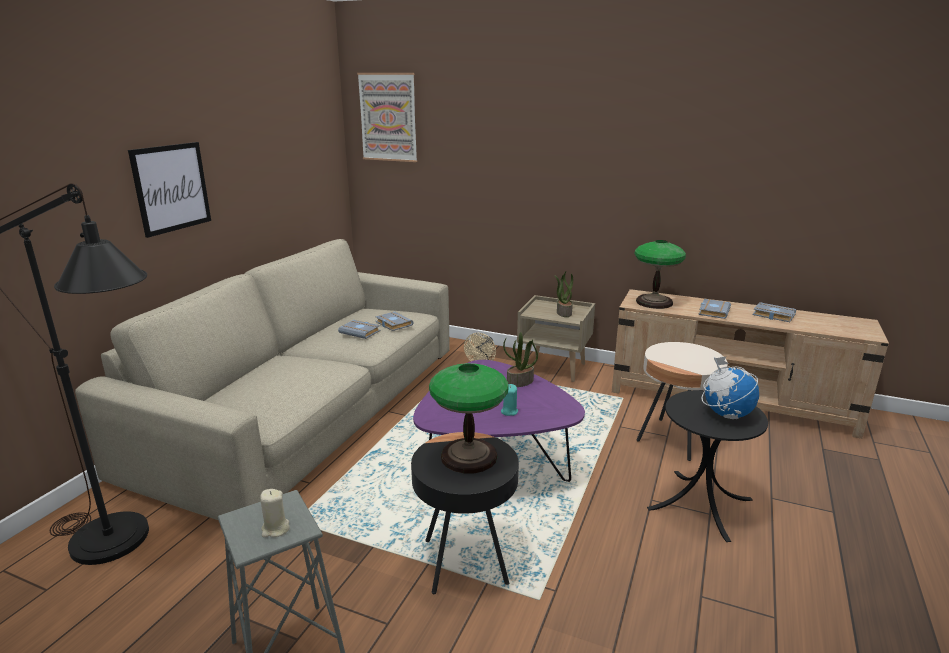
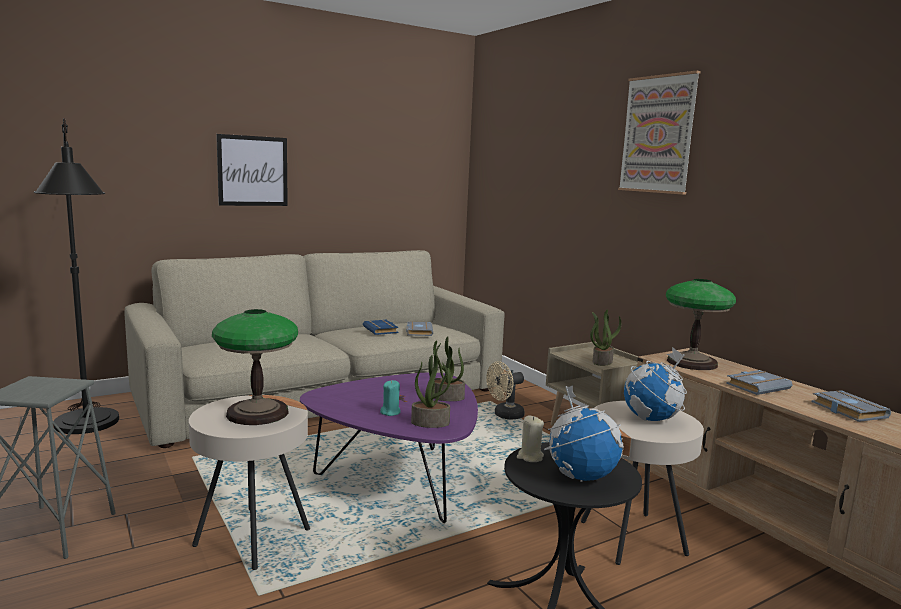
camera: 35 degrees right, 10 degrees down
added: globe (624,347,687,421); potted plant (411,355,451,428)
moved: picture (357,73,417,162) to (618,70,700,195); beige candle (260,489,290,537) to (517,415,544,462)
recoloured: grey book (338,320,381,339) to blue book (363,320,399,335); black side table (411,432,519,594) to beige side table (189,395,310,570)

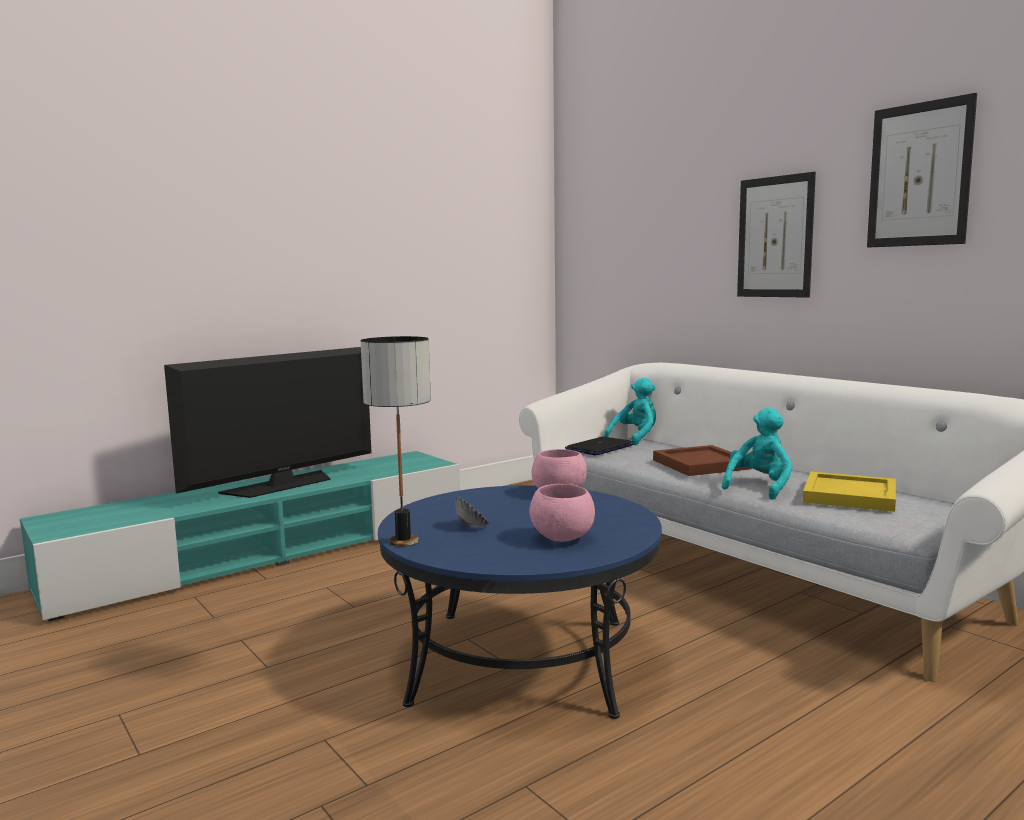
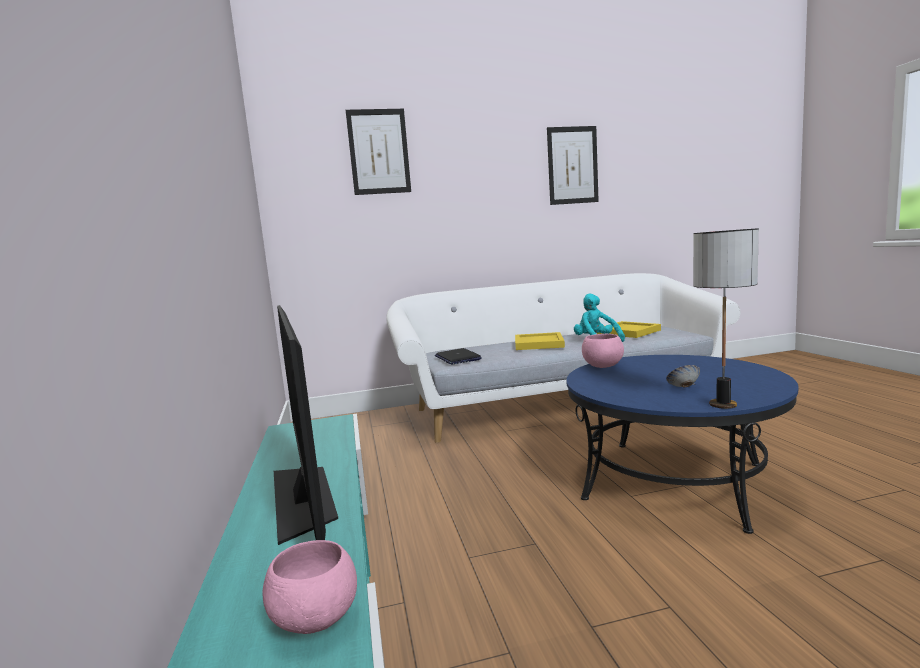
camera: 65 degrees left, 0 degrees up
removed: turquoise plush toy (604,378,656,445)
moved: picture (737,172,816,298) to (346,109,411,195); pink bowl (529,484,595,542) to (263,540,357,634)
recoloured: brown tray (653,445,751,476) to yellow tray (515,332,565,350)

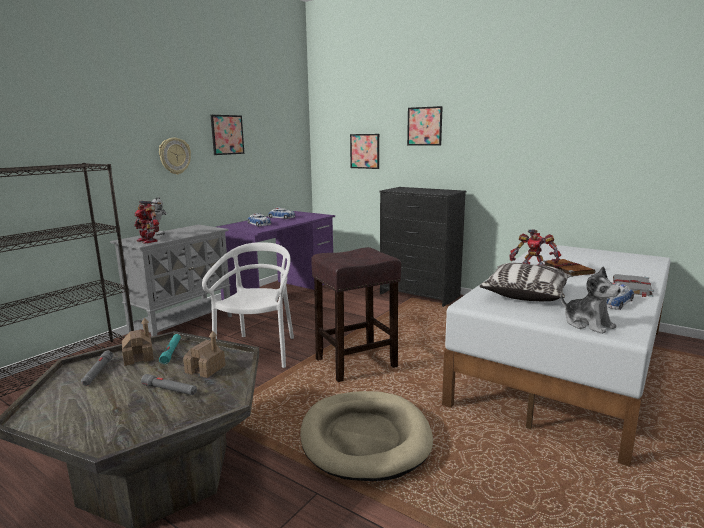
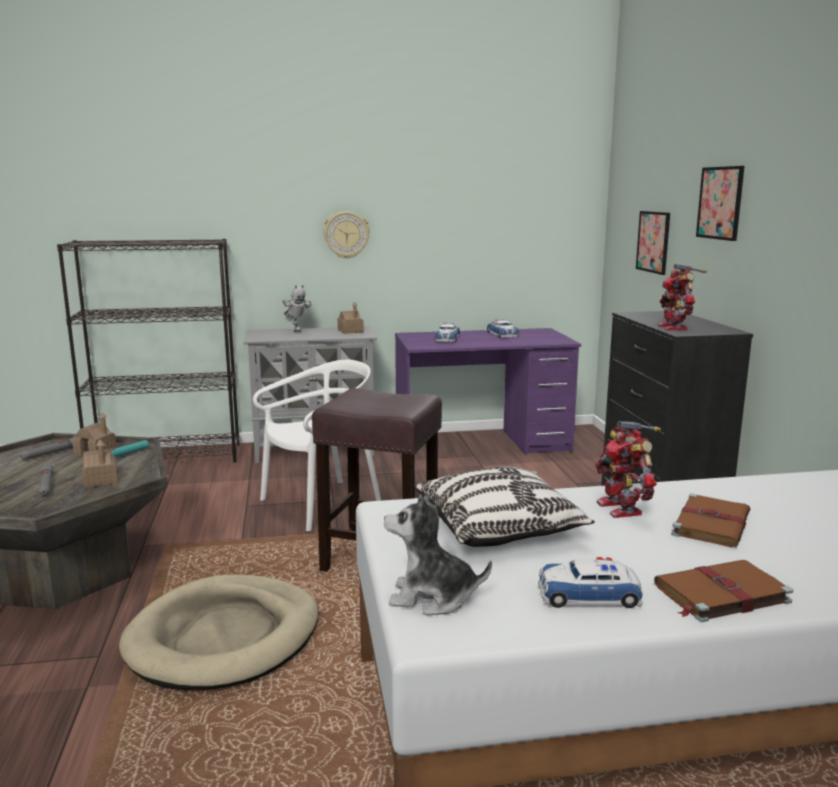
camera: 45 degrees right, 0 degrees up
removed: picture (211,115,244,155)
added: toy house (338,301,364,334)
moved: toy robot (134,201,161,244) to (658,264,707,330)
recoloured: grey book (613,274,654,297) to brown book (654,560,793,622)
turned: plush toy (561,266,621,334) = (384,493,492,615) 90 degrees clockwise

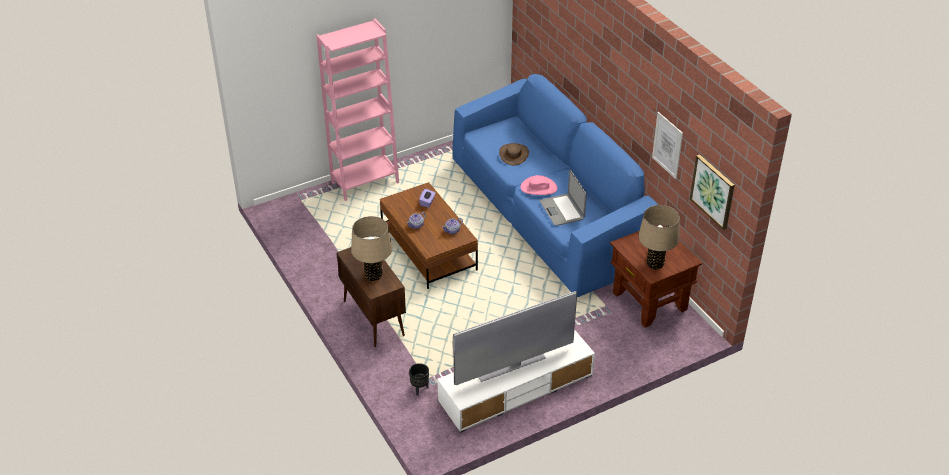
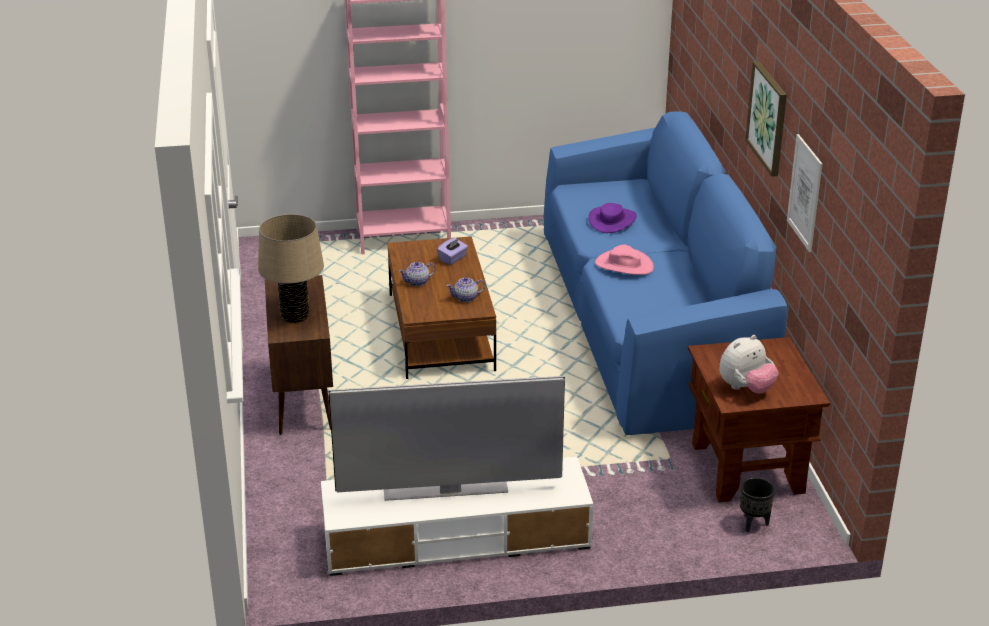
camera: 20 degrees right, 10 degrees down
removed: laptop (540,170,587,226)
moved: picture (690,154,735,230) to (745,61,787,177); black planter (409,363,429,396) to (740,478,775,532)
replaced: beige table lamp (638,205,680,270) to plush toy (719,335,779,394)
recoloured: brown hat (499,143,529,166) to purple hat (588,203,637,233)

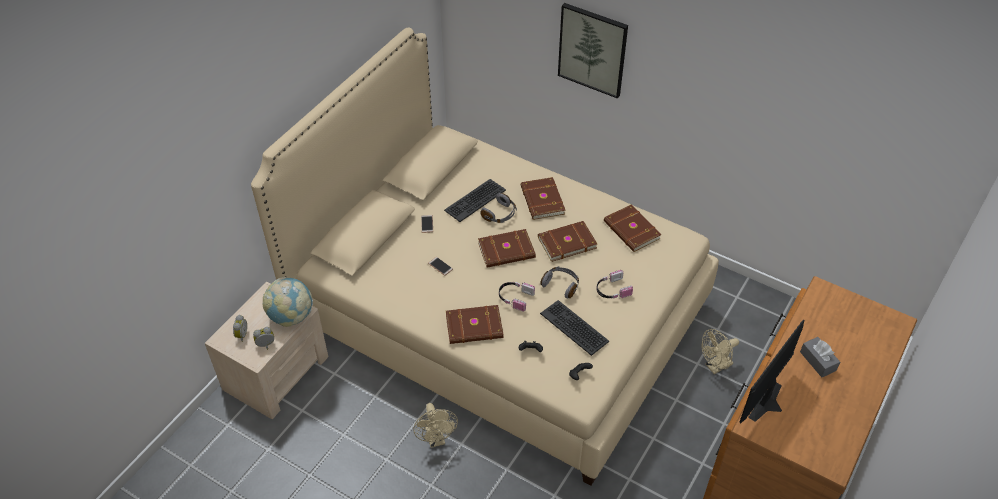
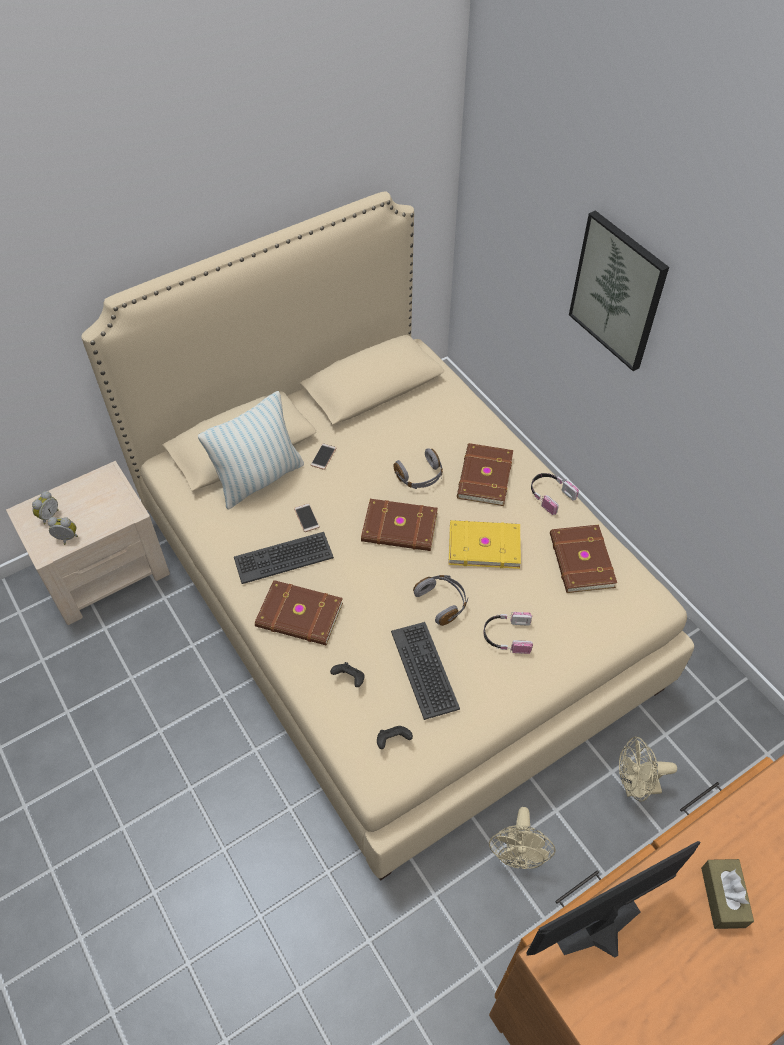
camera: 25 degrees right, 5 degrees up
removed: globe (263,277,313,327)
added: pillow (198,391,304,510)
moved: keyboard (444,179,506,222) to (234,532,334,584); headphones (499,282,535,312) to (531,473,579,515); beige fan (413,403,458,448) to (489,807,556,869)
recoloured: brown book (538,221,597,262) to yellow book (448,520,521,569); grey tissue box (800,337,840,377) to brown tissue box (701,859,754,929)

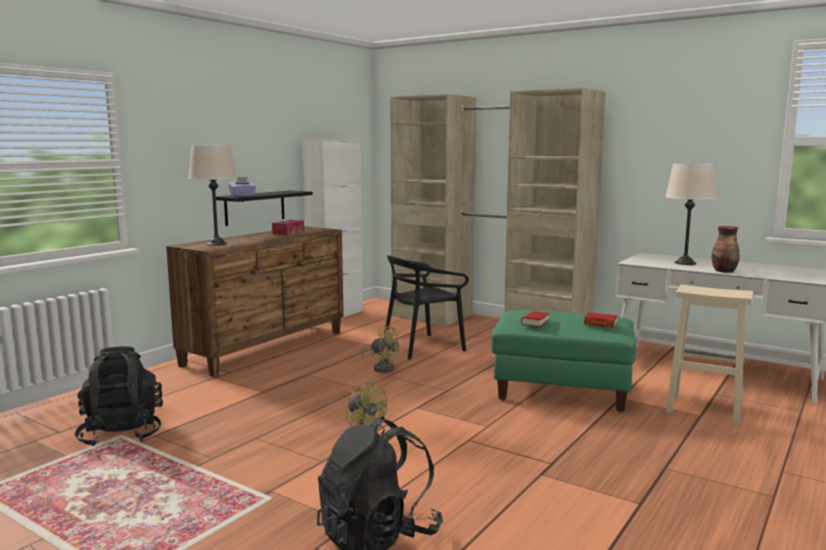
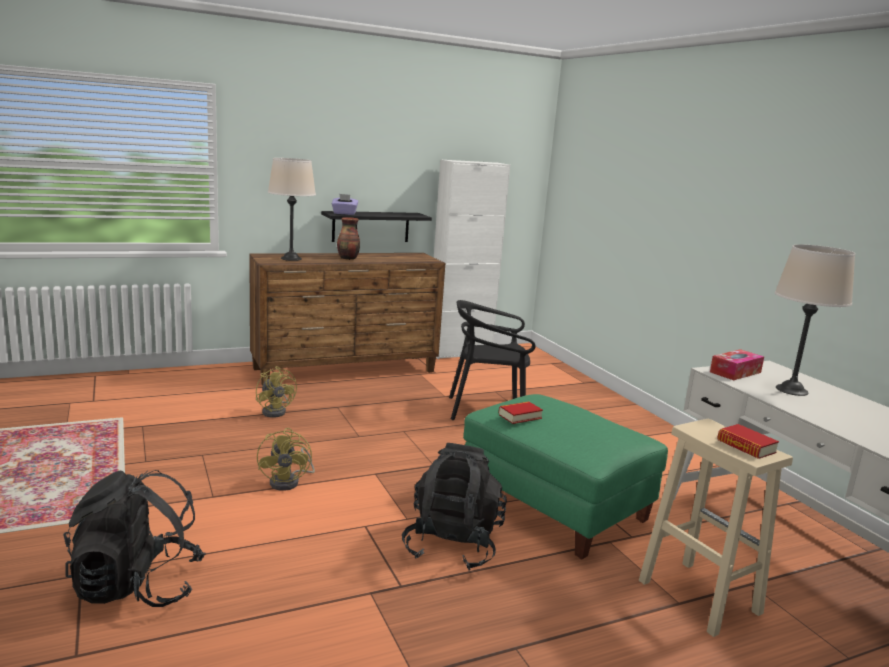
camera: 30 degrees right, 5 degrees up
removed: beige wardrobe (390,88,606,326)
moved: tissue box (272,220,304,235) to (710,349,764,380); vase (711,226,740,272) to (337,217,360,260); book (584,312,618,328) to (717,424,779,459); yellow fan (361,325,399,373) to (256,366,297,417); black backpack (74,346,163,447) to (402,443,507,570)

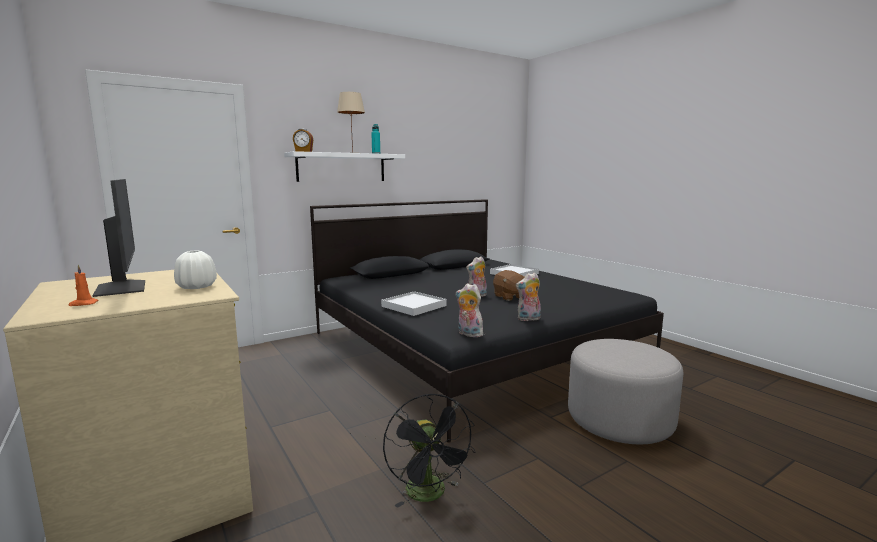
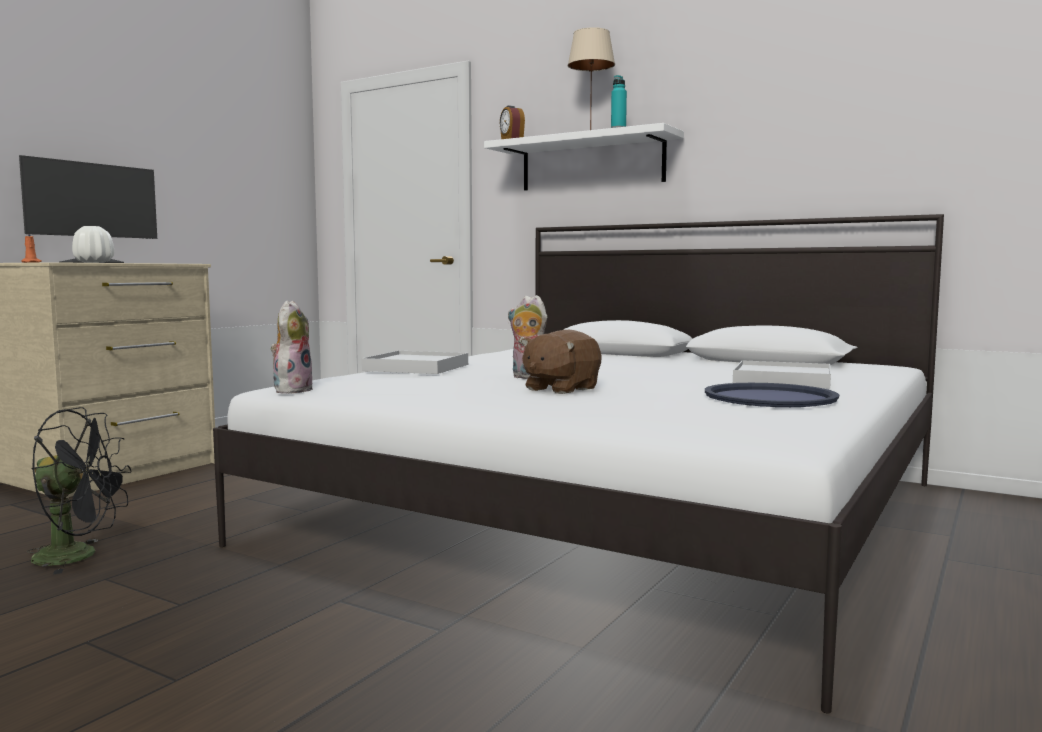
camera: 65 degrees right, 5 degrees down
removed: plush toy (516,272,541,321); grey ottoman (568,339,683,444)
added: blue tray (705,383,839,407)
recoloured: black bed (310,199,664,443) to white bed (213,214,944,713)
turned: black fan (383,394,476,508) = (27,407,132,575) 135 degrees counterclockwise

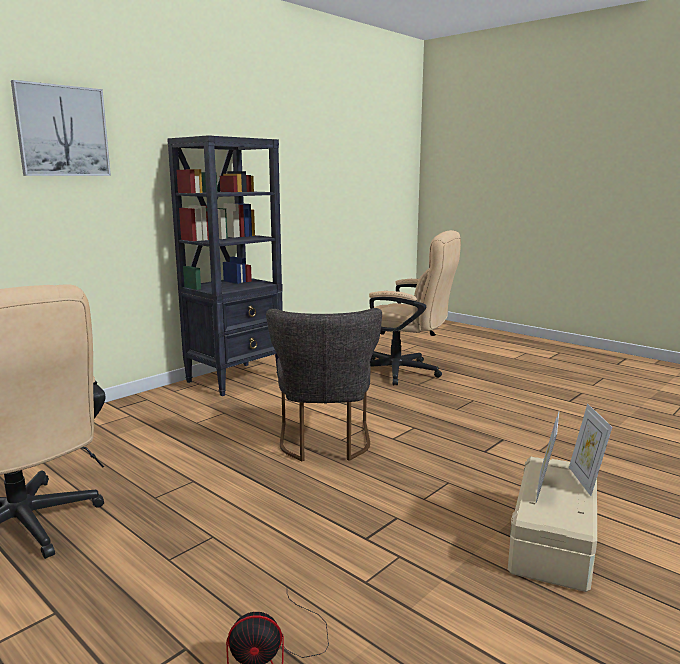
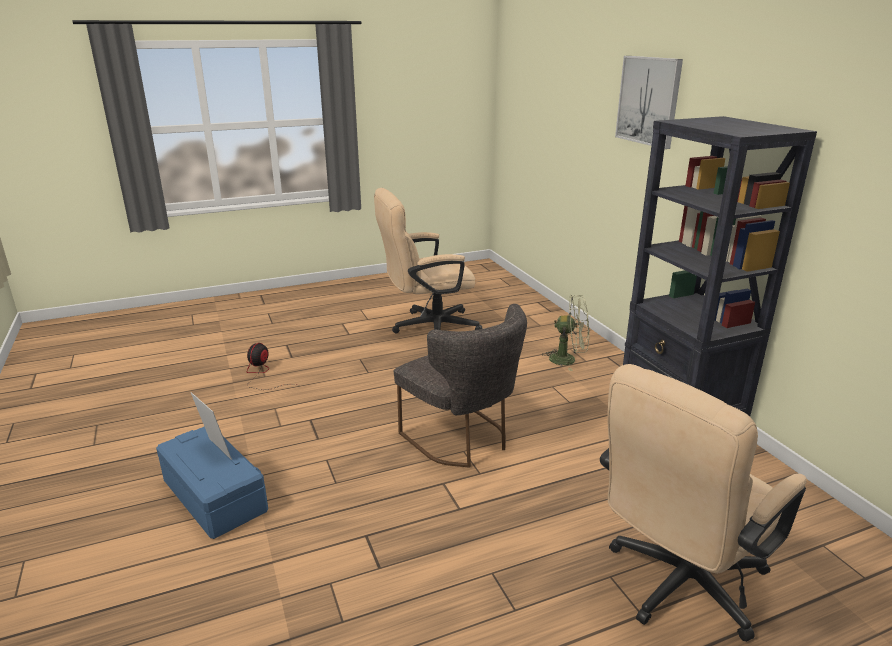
camera: 115 degrees right, 10 degrees up
removed: picture frame (569,404,612,496)
added: green fan (542,295,589,371)
recoloured: beige storage box (508,457,597,592) to blue storage box (156,427,268,539)
turned: grey chair (266,308,382,462) = (394,304,527,468) 150 degrees counterclockwise

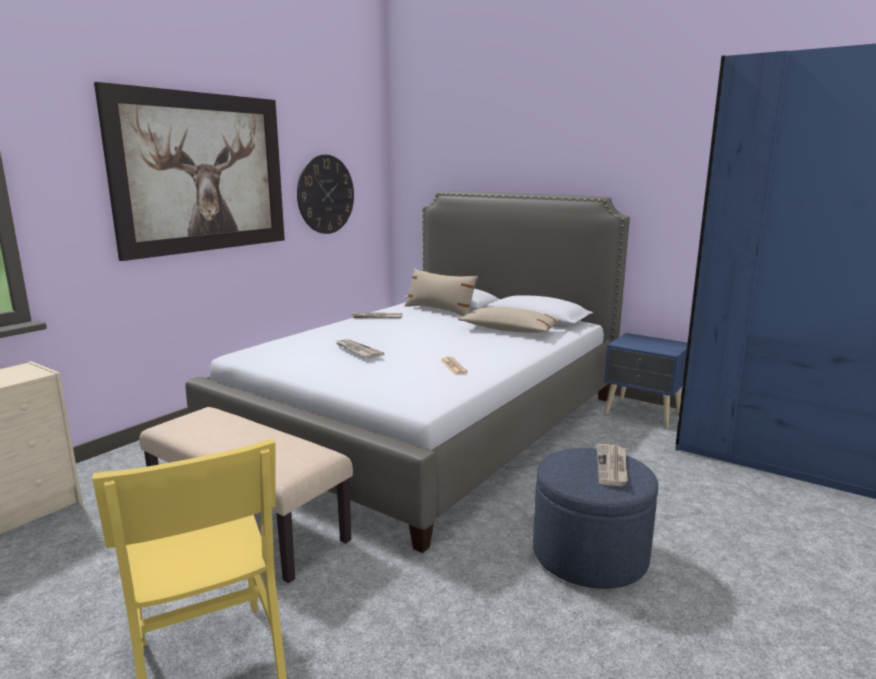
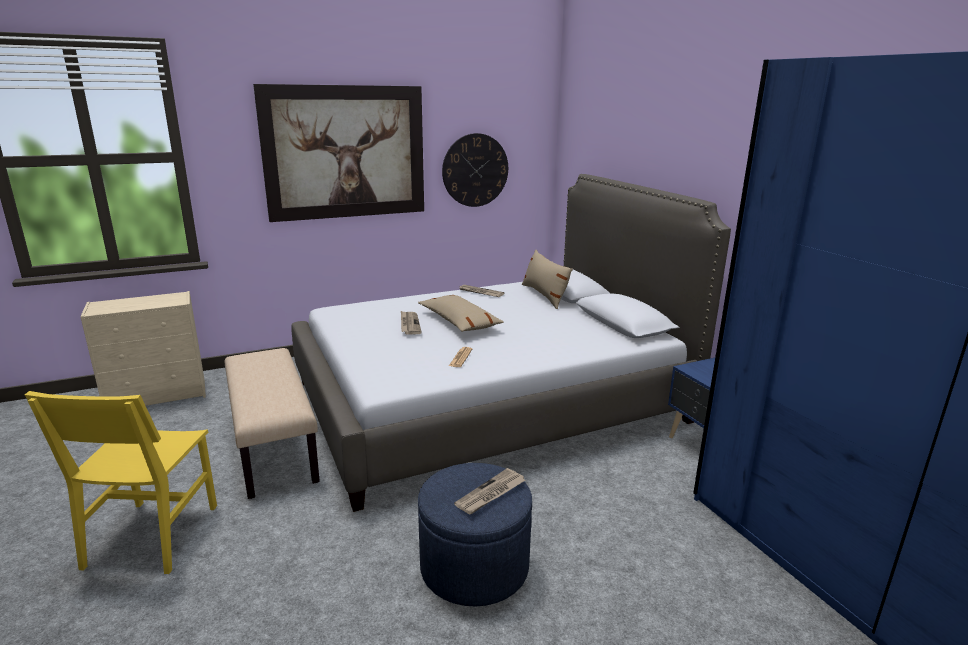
camera: 30 degrees right, 5 degrees up
moved: beige pillow (458,307,562,333) to (418,295,504,332)

